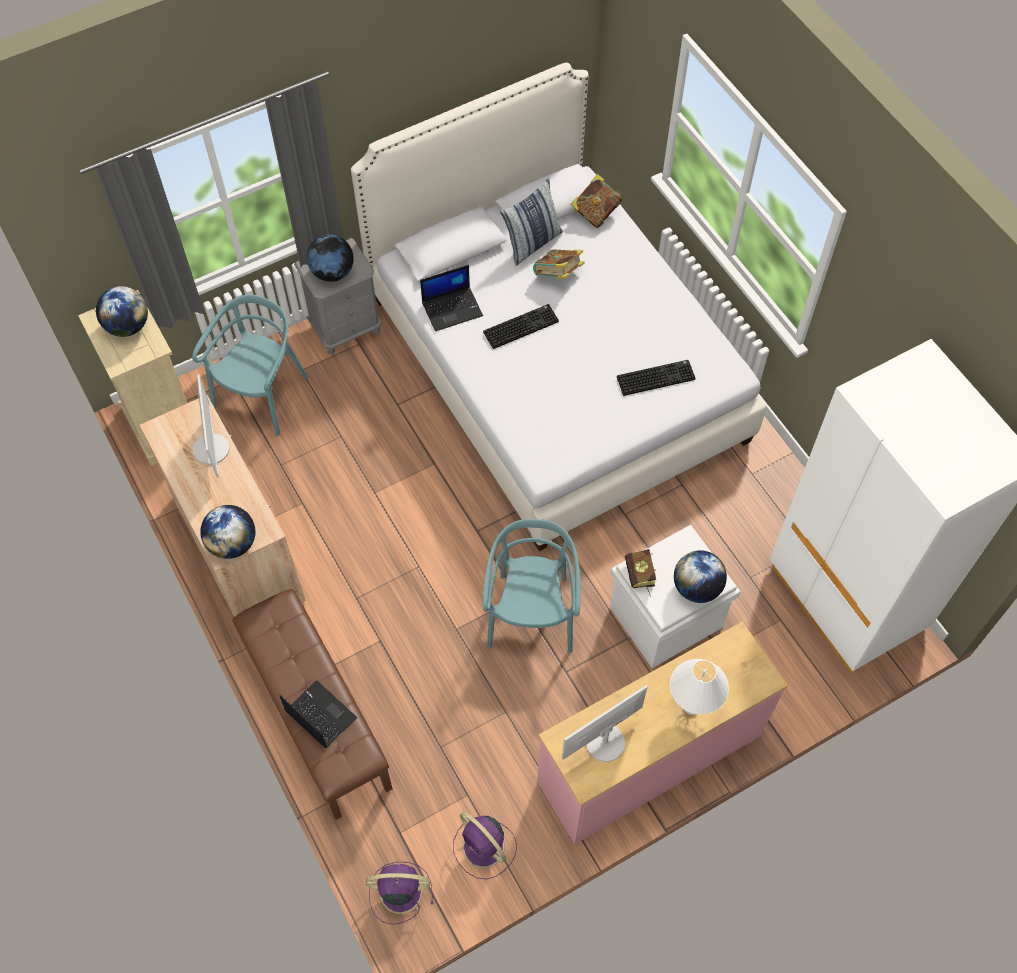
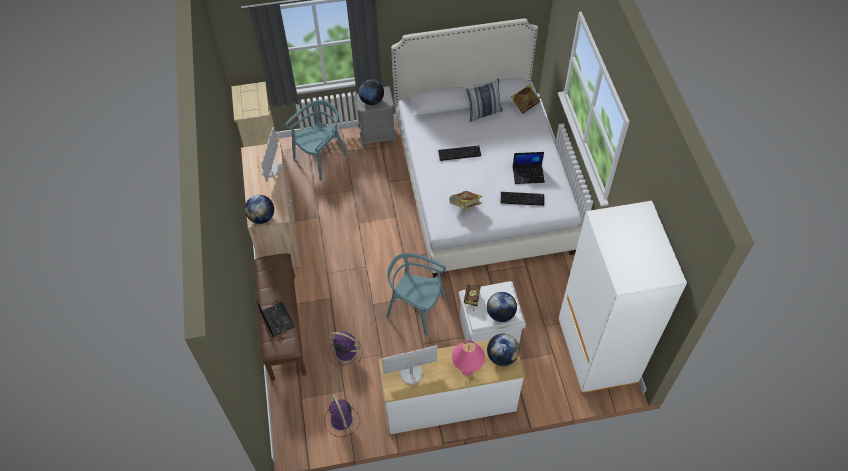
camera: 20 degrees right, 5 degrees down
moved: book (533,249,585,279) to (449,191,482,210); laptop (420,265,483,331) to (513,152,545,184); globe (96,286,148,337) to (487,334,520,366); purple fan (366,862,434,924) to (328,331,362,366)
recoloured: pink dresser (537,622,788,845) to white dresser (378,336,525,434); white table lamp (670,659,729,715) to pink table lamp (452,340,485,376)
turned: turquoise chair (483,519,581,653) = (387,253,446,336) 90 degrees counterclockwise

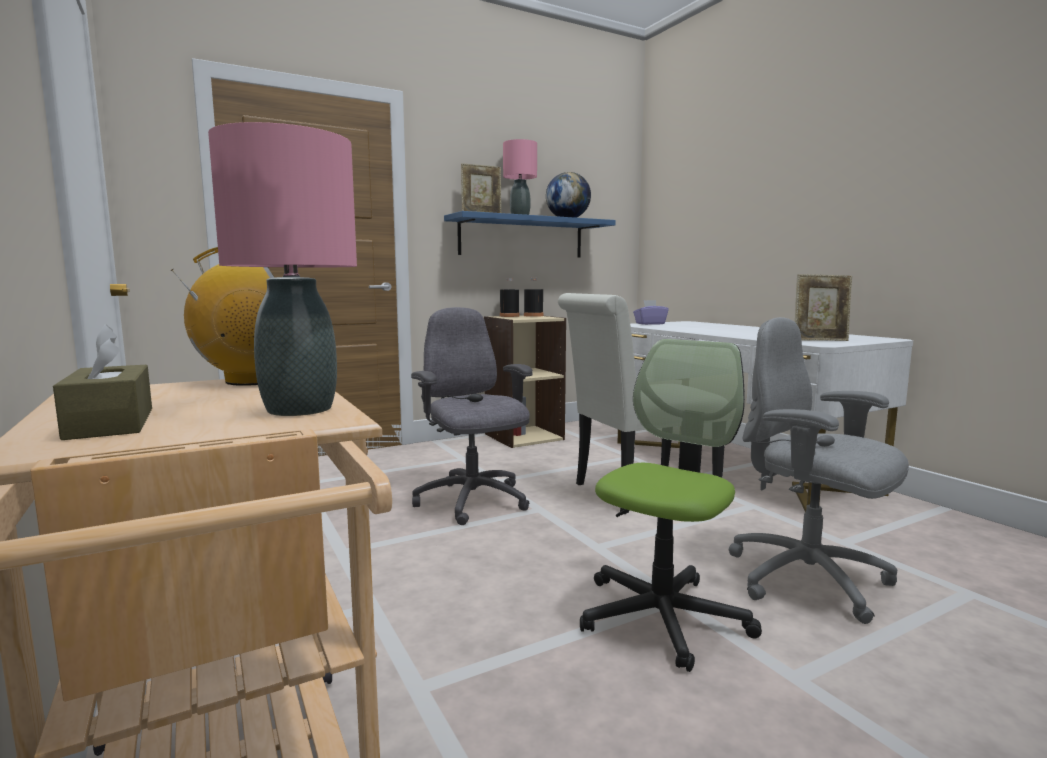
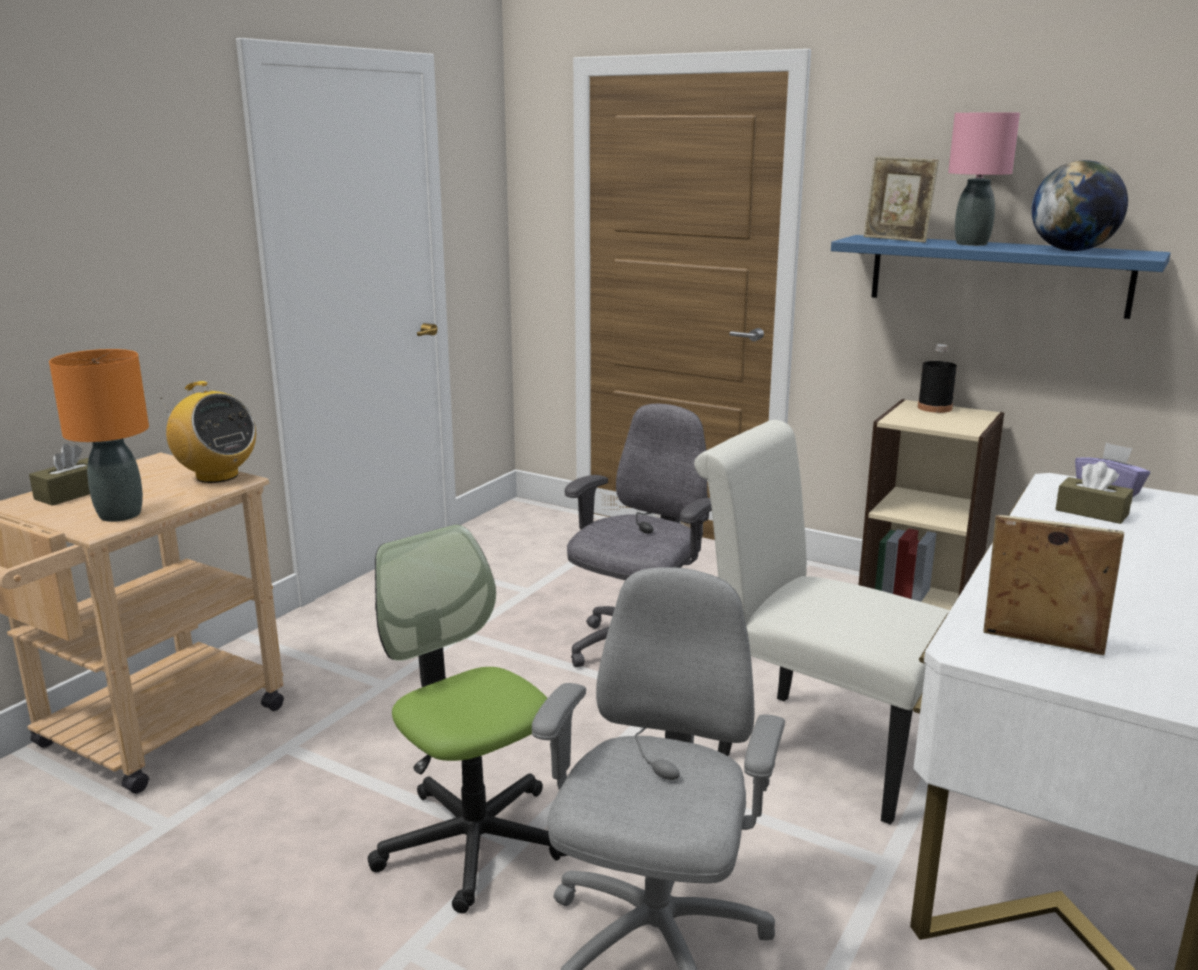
camera: 60 degrees right, 10 degrees up
removed: black bottle (524,278,543,317)
added: brown tissue box (1055,461,1133,524)
recoloured: pink table lamp (208,122,357,416) to orange table lamp (49,349,149,522)
turned: picture frame (795,274,852,341) = (983,515,1124,655) 150 degrees clockwise; office chair (580,339,762,672) = (368,524,567,913) 135 degrees counterclockwise

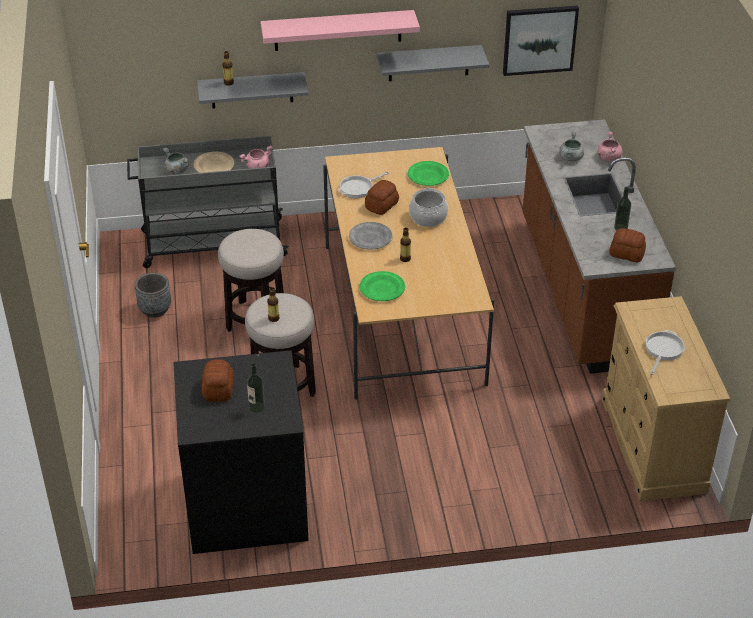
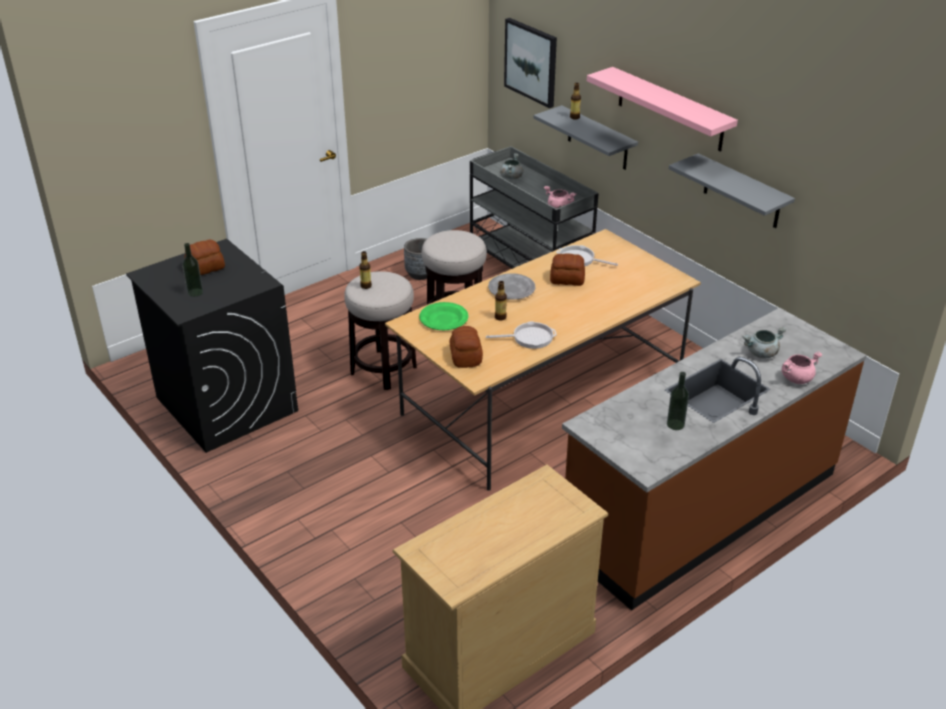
camera: 60 degrees right, 5 degrees down
removed: beige plate (194,152,234,173); green plate (408,161,449,186); cooking pot (409,188,448,227)
moved: picture (503,6,579,76) to (504,18,557,108); bread (609,228,646,262) to (450,326,483,368); frying pan (645,330,685,375) to (486,321,557,349)

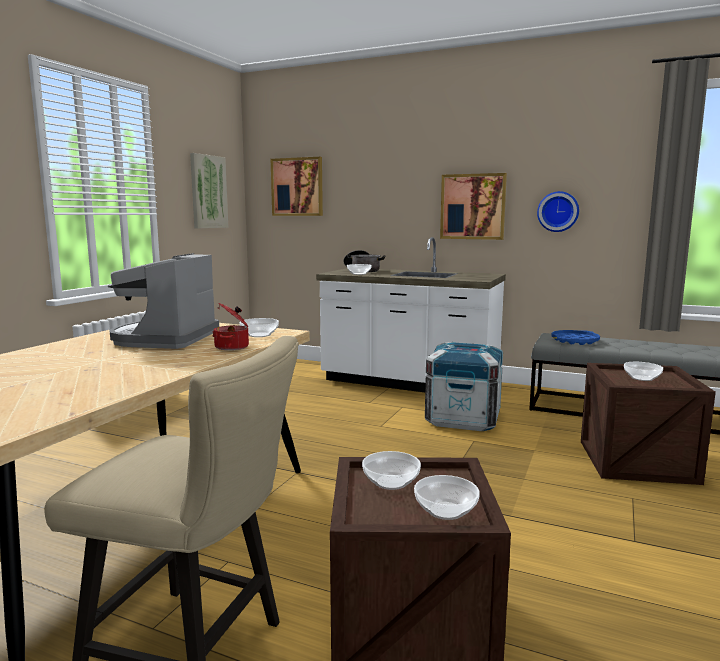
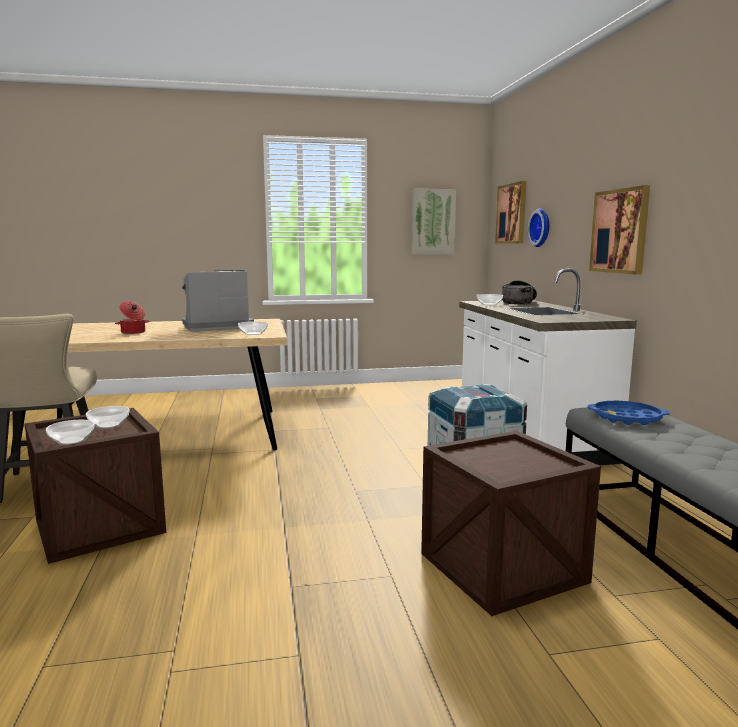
camera: 55 degrees right, 0 degrees up
removed: bowl (624,362,663,381)
moved: wall clock (537,191,579,232) to (528,208,549,247); cooking pot (212,303,249,350) to (115,301,150,334)

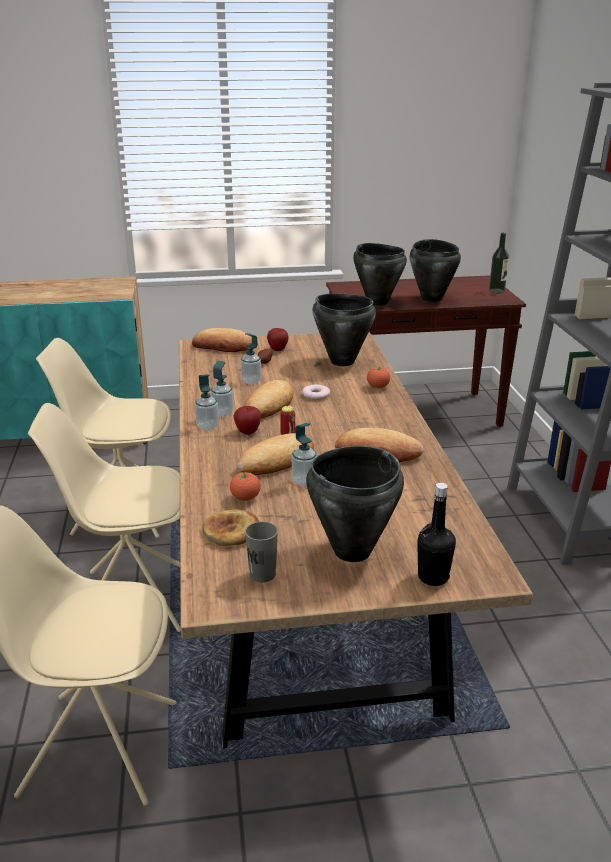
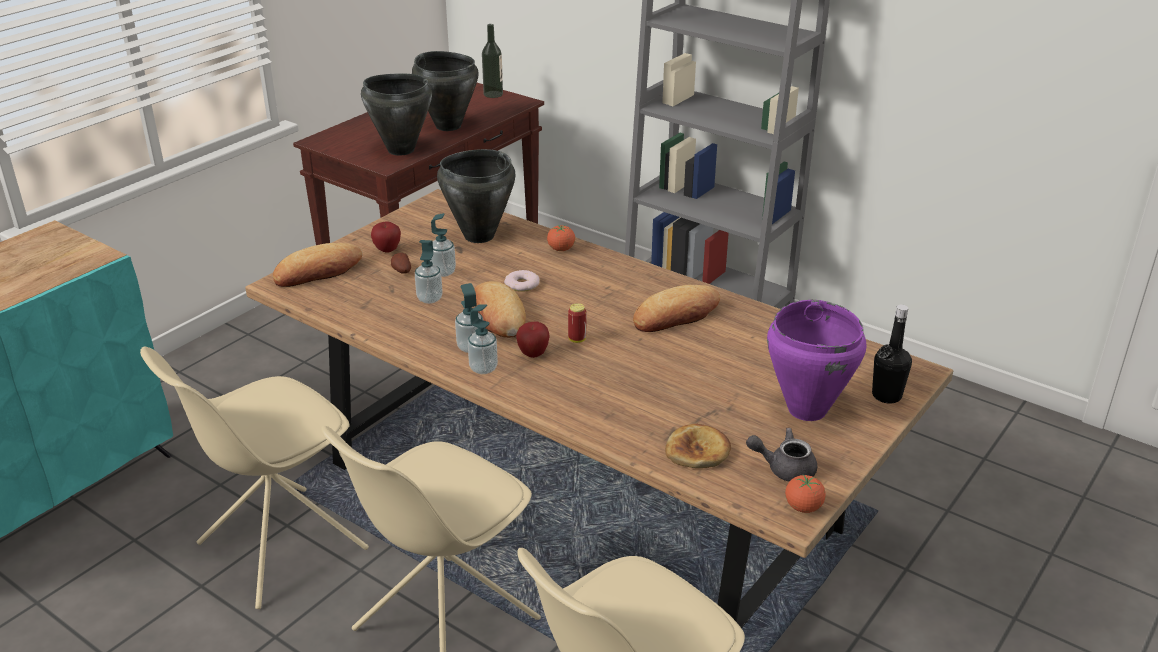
camera: 45 degrees left, 5 degrees up
removed: bread (237,433,314,475)
moved: soap dispenser (292,423,317,486) to (430,213,456,277); tomato (230,472,261,501) to (785,475,826,513)
replaced: grey cup (245,521,278,582) to grey teapot (746,428,817,482)
recoloured: black cooking pot (306,446,404,562) to purple cooking pot (767,300,866,421)

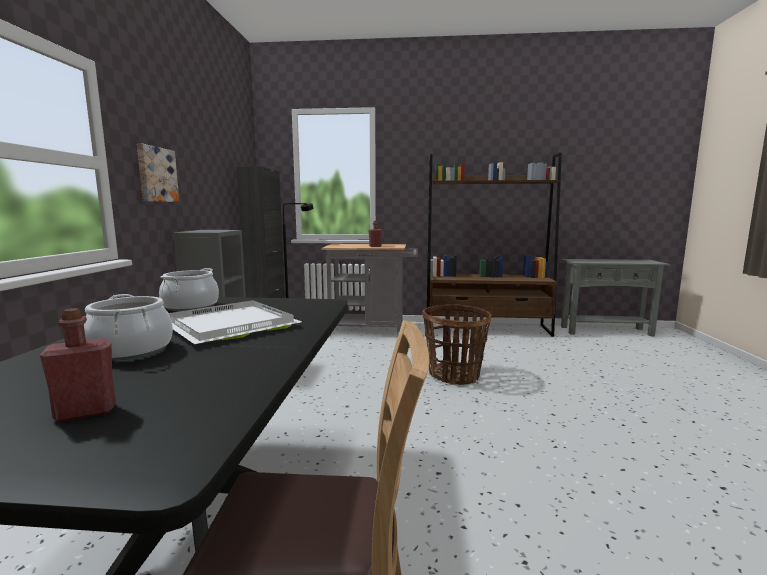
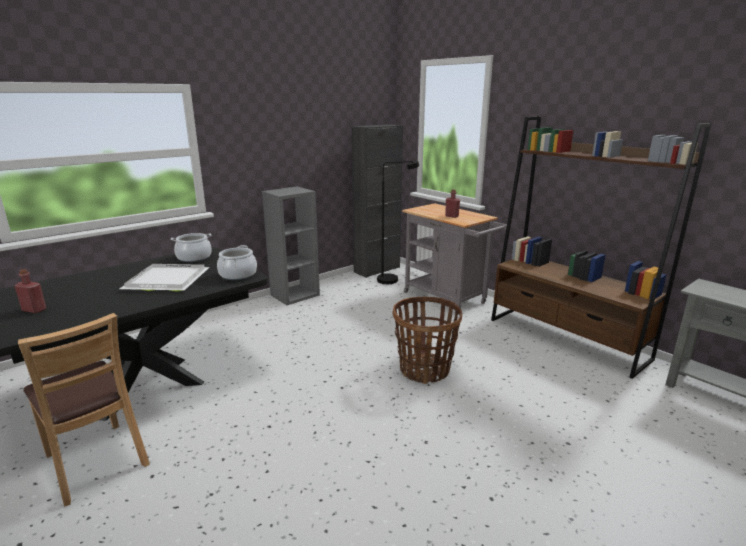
camera: 45 degrees right, 10 degrees up
removed: picture (137,144,179,202)
moved: cooking pot (84,294,173,361) to (217,245,257,280)

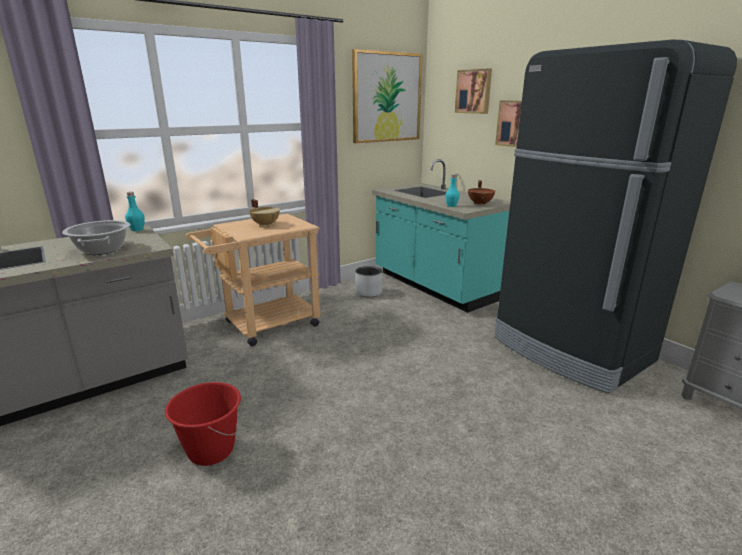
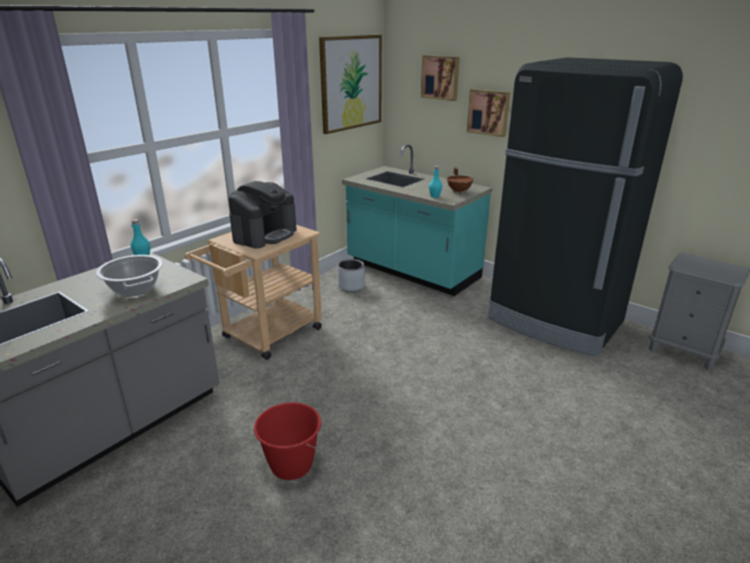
camera: 15 degrees left, 5 degrees up
replaced: beige cooking pot (249,199,280,226) to coffee machine (228,181,297,248)

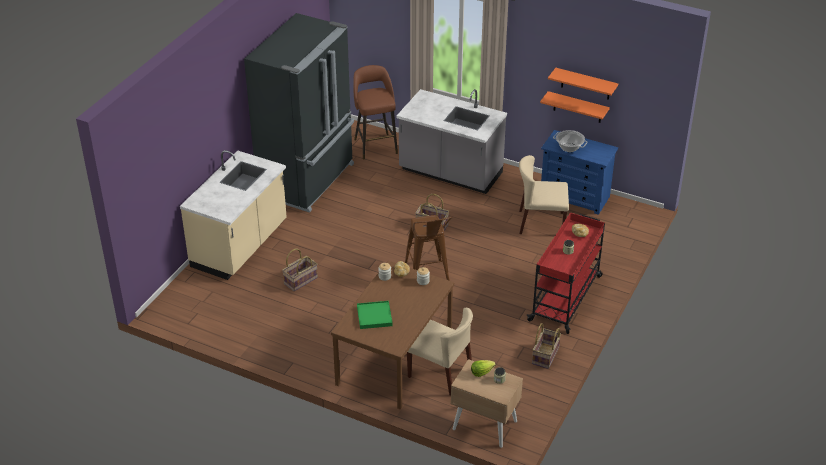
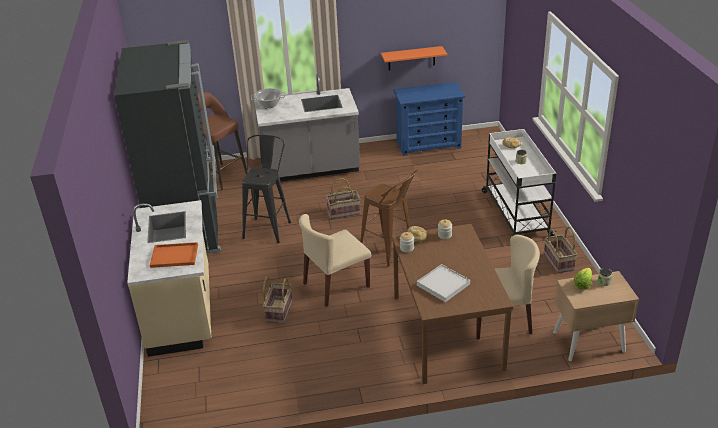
camera: 35 degrees left, 5 degrees down
removed: orange shelf (548,68,618,100)
added: black stool (242,135,291,243); orange tray (150,242,198,268)
moved: cooking pot (553,130,588,152) to (251,88,285,108); beige chair (519,155,569,234) to (299,214,371,307)
recoloured: red cart (527,212,605,334) to white cart (482,129,557,237); green tray (357,301,392,329) to white tray (417,264,470,302)

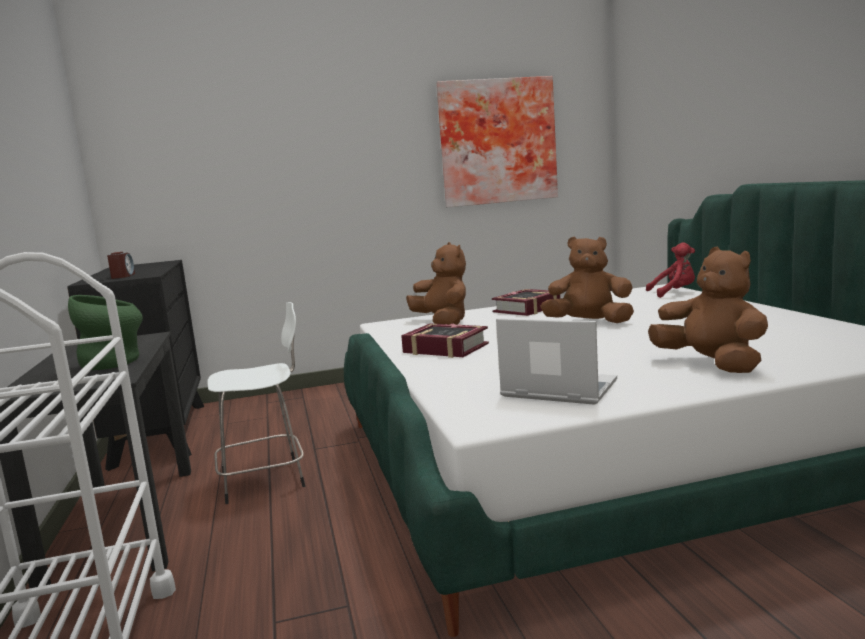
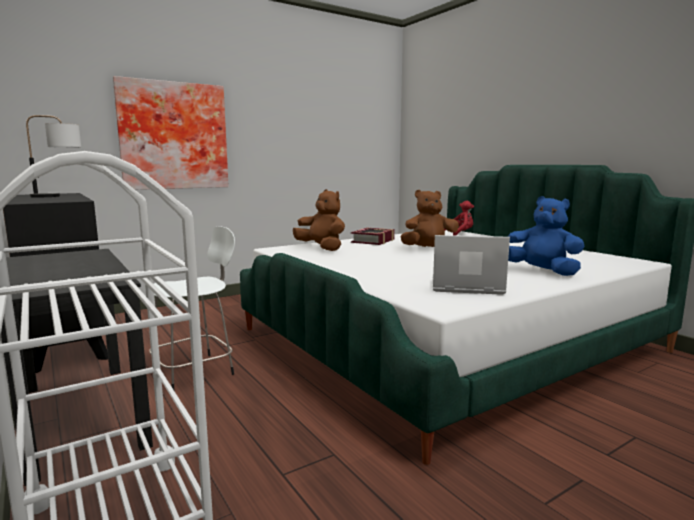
camera: 20 degrees left, 0 degrees up
removed: alarm clock (107,252,135,279); green vase (68,295,143,370); book (401,323,489,358)
added: table lamp (26,115,81,198)
moved: picture (436,76,558,207) to (113,76,229,190)
recoloured: brown plush toy (648,247,768,373) to blue plush toy (508,196,585,276)

